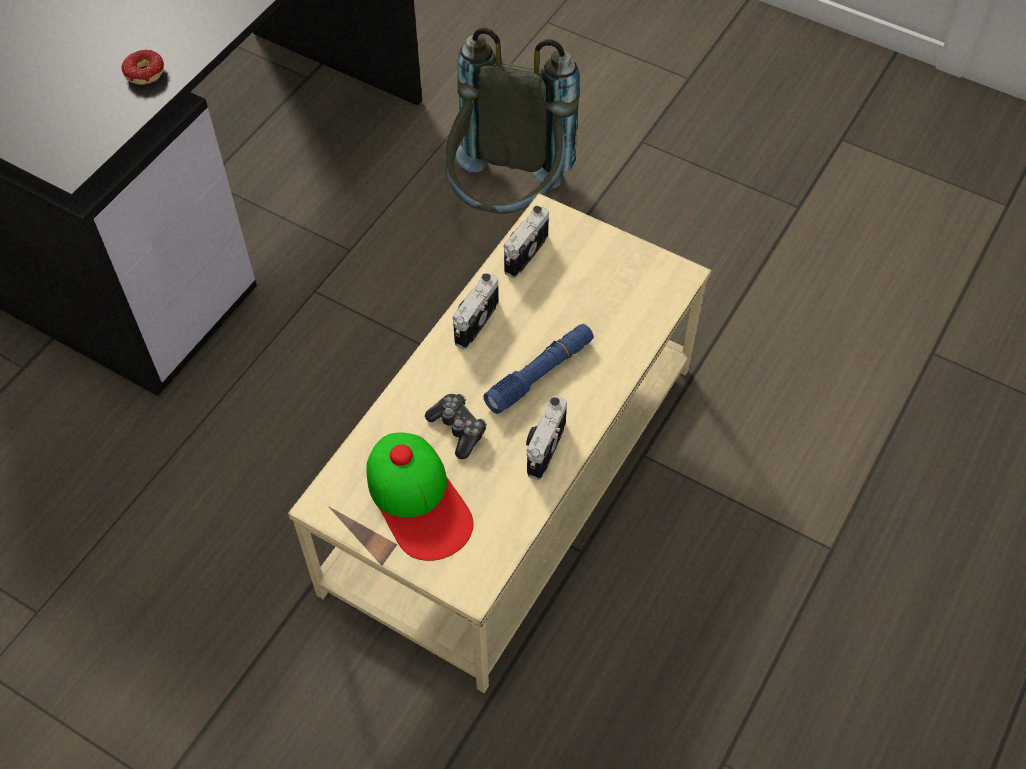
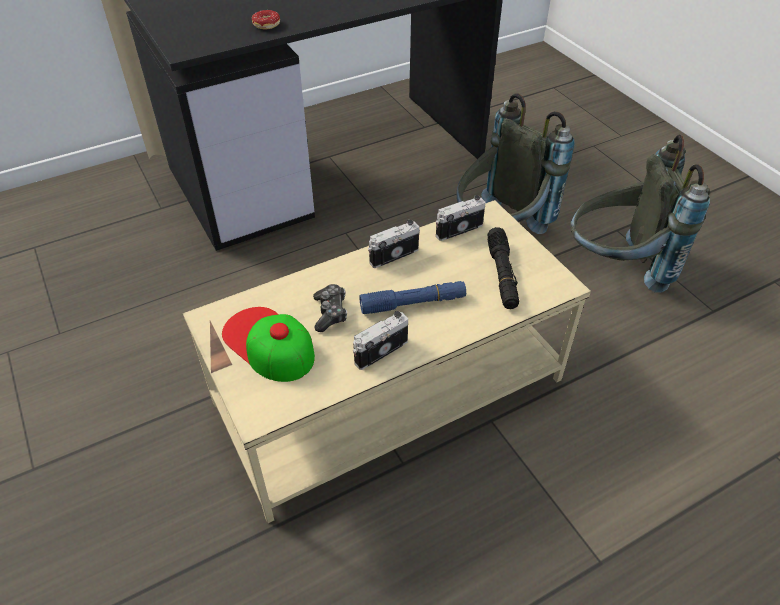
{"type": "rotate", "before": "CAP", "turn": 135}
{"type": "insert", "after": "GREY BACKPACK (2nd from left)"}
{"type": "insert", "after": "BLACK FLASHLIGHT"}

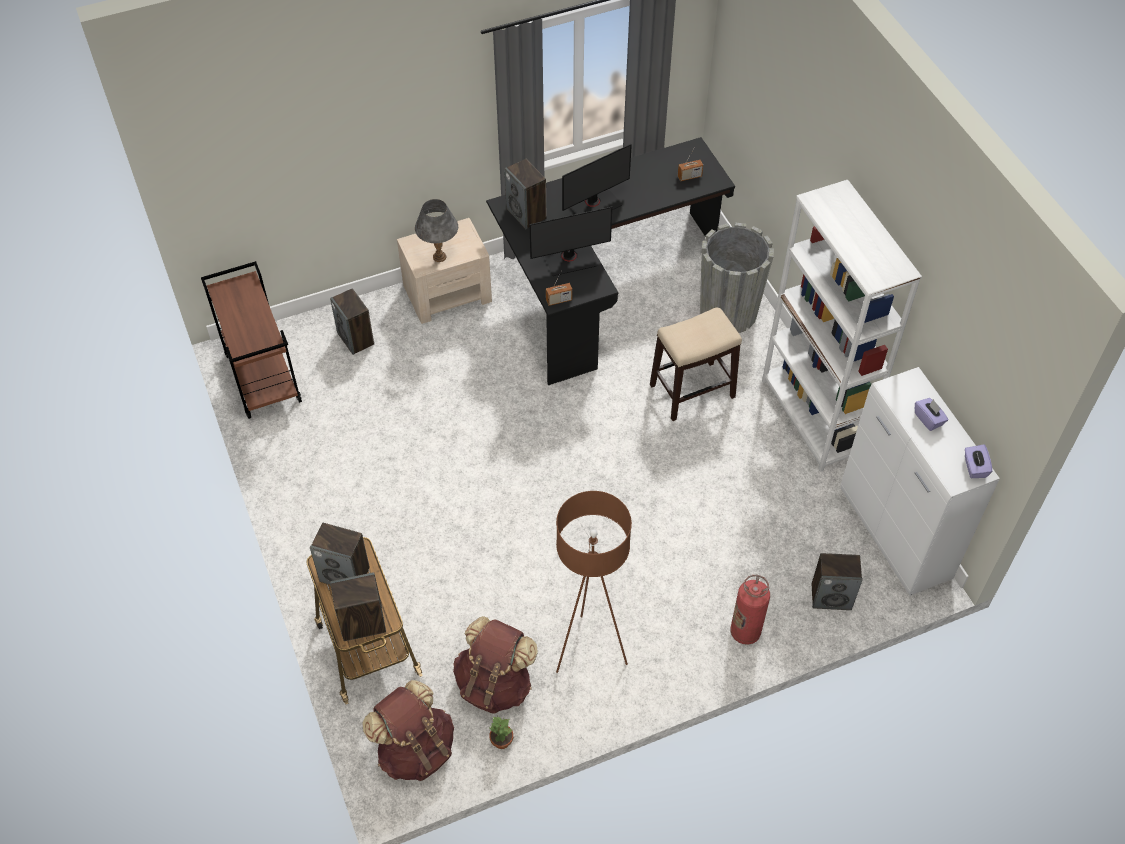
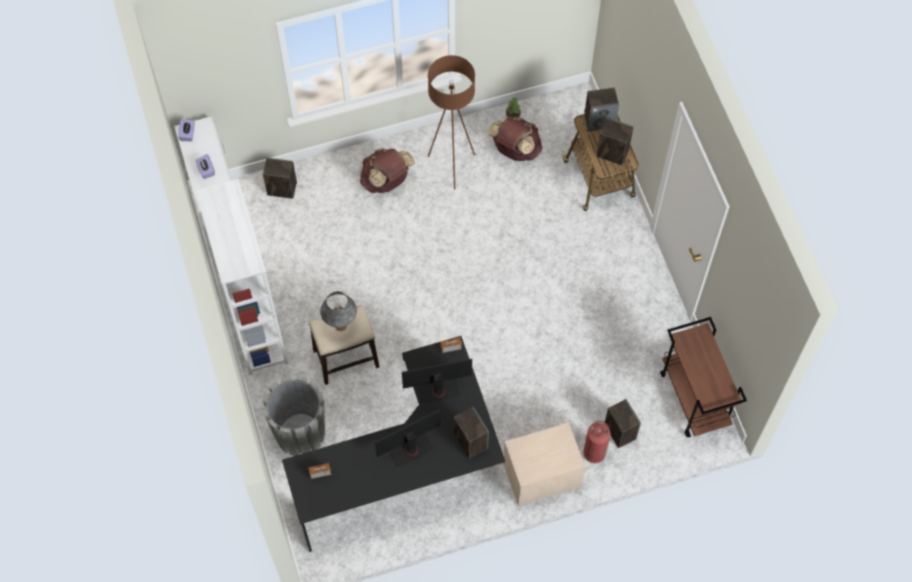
{"type": "move", "before": "GREY TABLE LAMP"}
{"type": "move", "before": "FIRE EXTINGUISHER"}
{"type": "move", "before": "BROWN BACKPACK (1st from left)"}

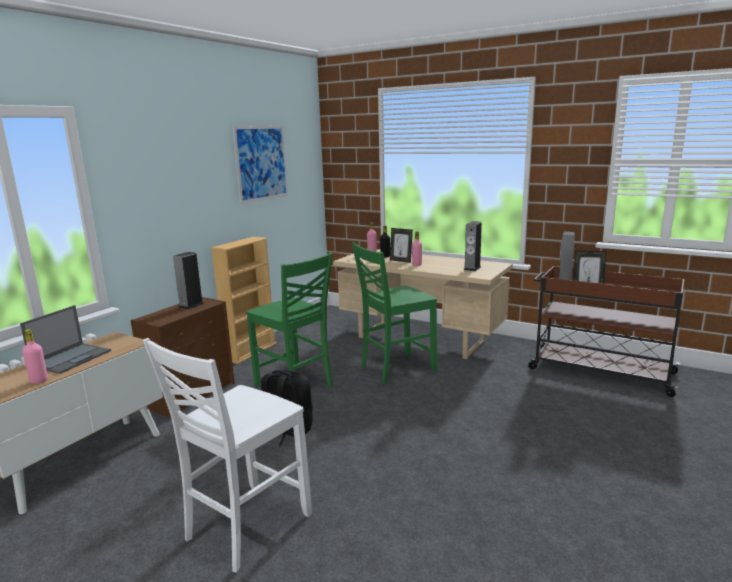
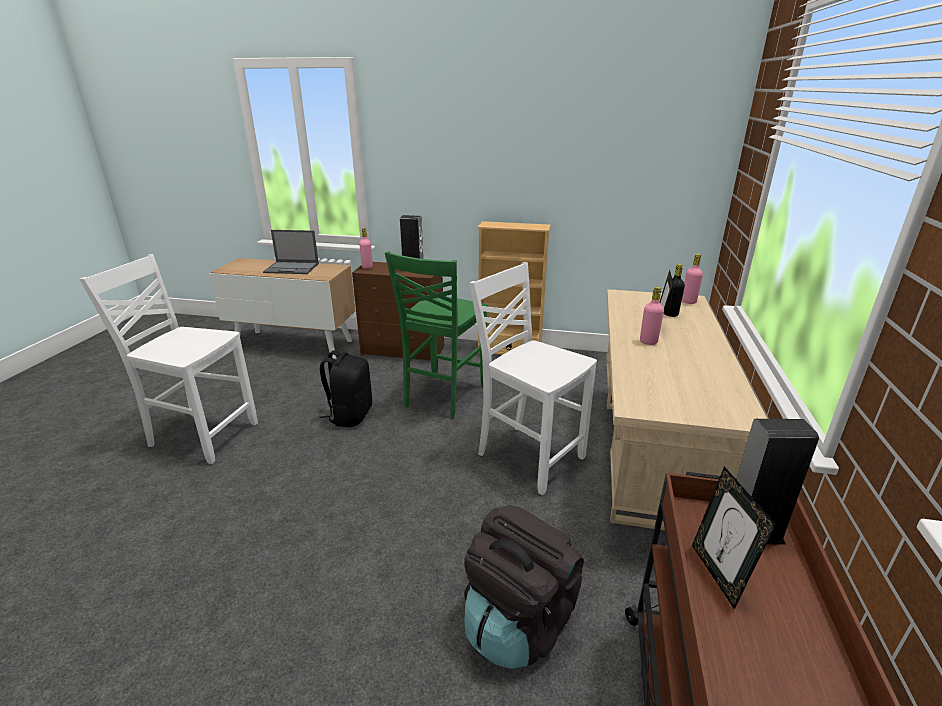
{"type": "delete", "before": "PICTURE"}
{"type": "delete", "before": "SPEAKER (2nd from left)"}
{"type": "recolor", "before": "GREEN CHAIR (2nd from left)", "after": "WHITE CHAIR (2nd from left)"}
{"type": "move", "before": "PINK BOTTLE (1st from left)"}
{"type": "insert", "after": "BLACK BACKPACK (2nd from left)"}

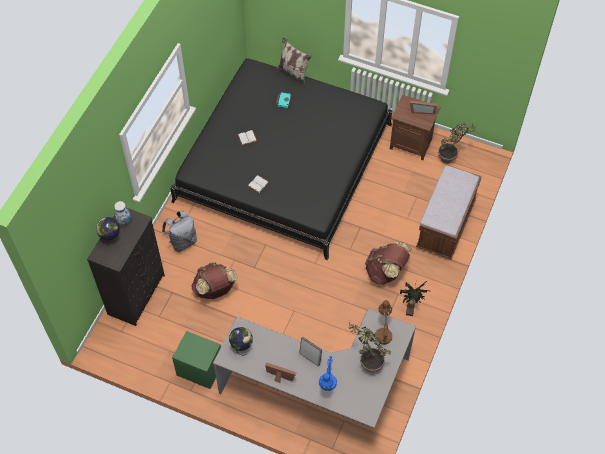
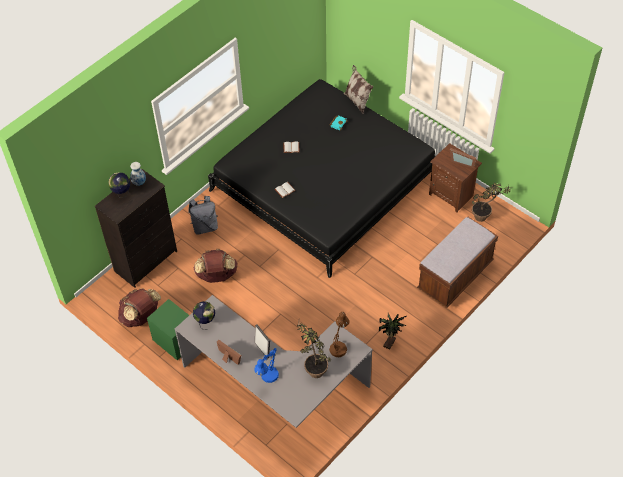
{"type": "move", "before": "BROWN BACKPACK (2nd from left in the first image)", "after": "BROWN BACKPACK (1st from left)"}

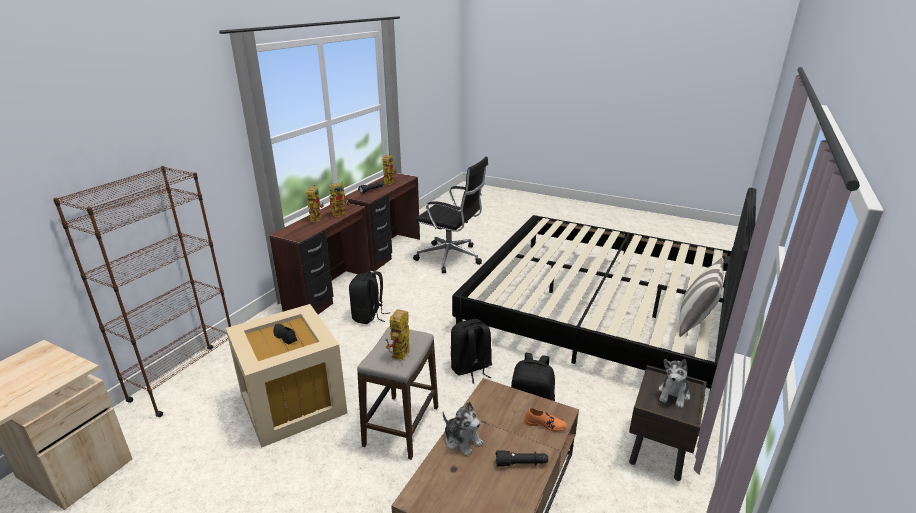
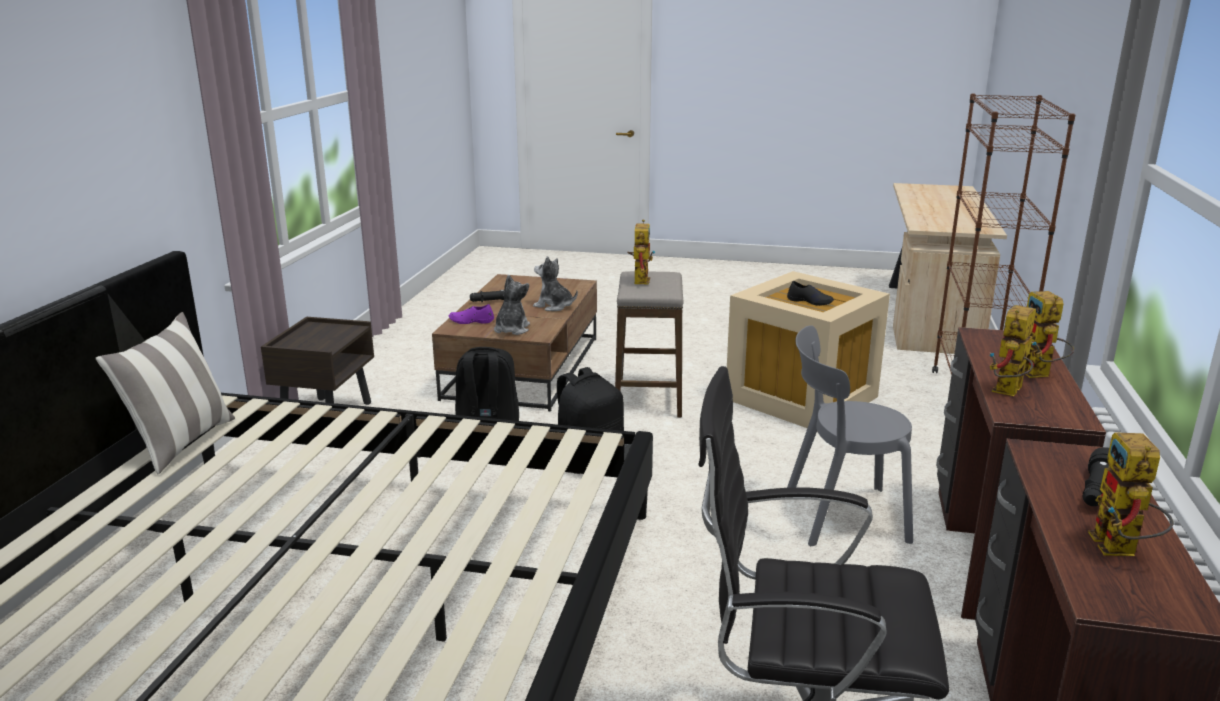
{"type": "replace", "before": "BLACK BACKPACK (1st from left)", "after": "GREY CHAIR"}
{"type": "move", "before": "PLUSH TOY (2nd from left in the first image)", "after": "PLUSH TOY (1st from left)"}
{"type": "recolor", "before": "ORANGE SHOE", "after": "PURPLE SHOE"}

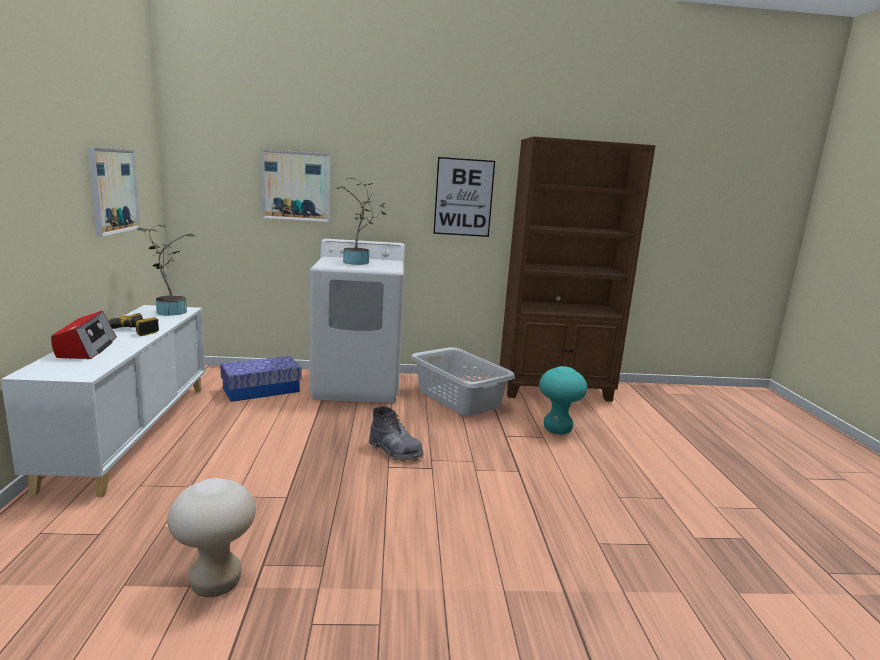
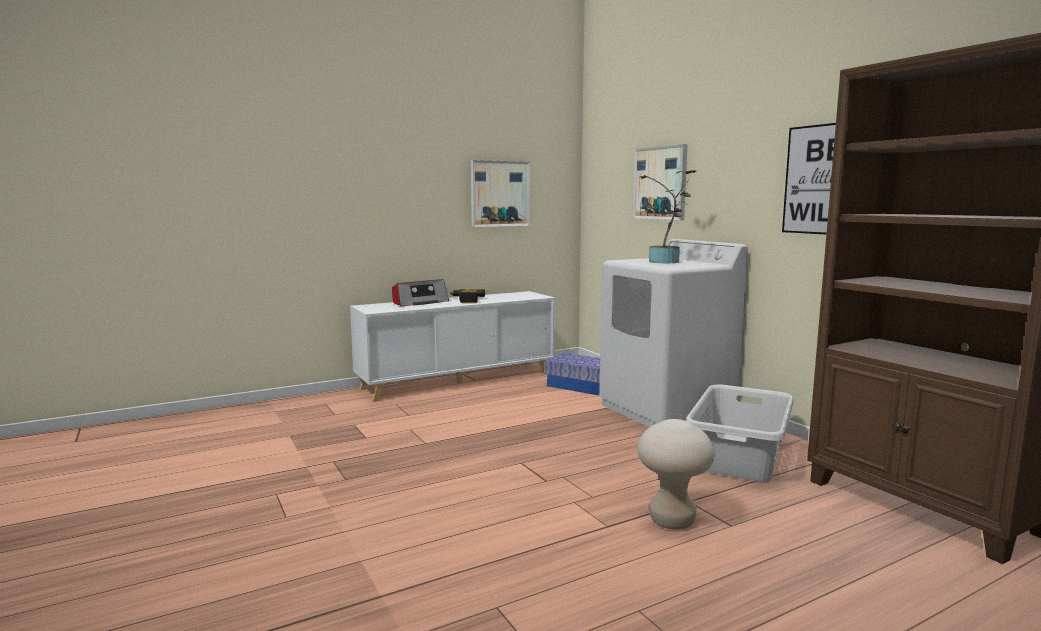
{"type": "delete", "before": "POTTED PLANT (1st from left)"}
{"type": "delete", "before": "TURQUOISE STOOL"}
{"type": "delete", "before": "GREY BOOT"}
{"type": "move", "before": "BEIGE STOOL"}

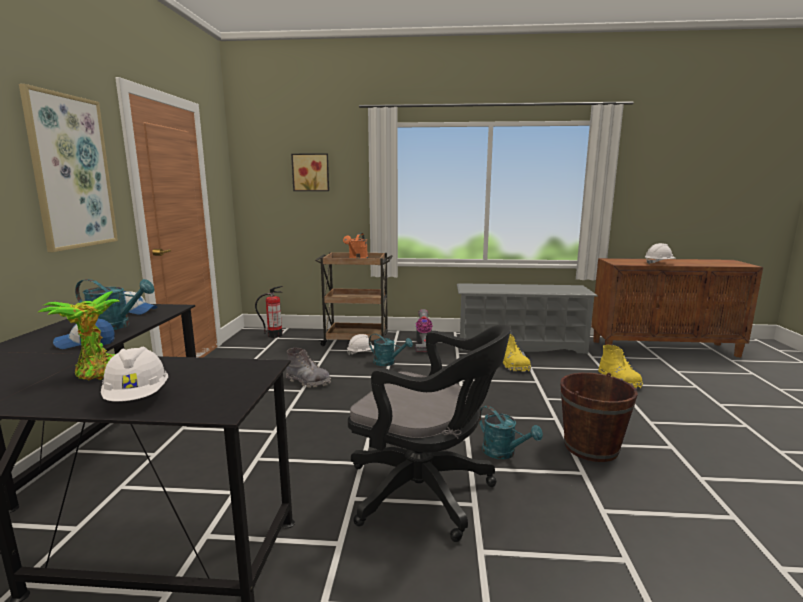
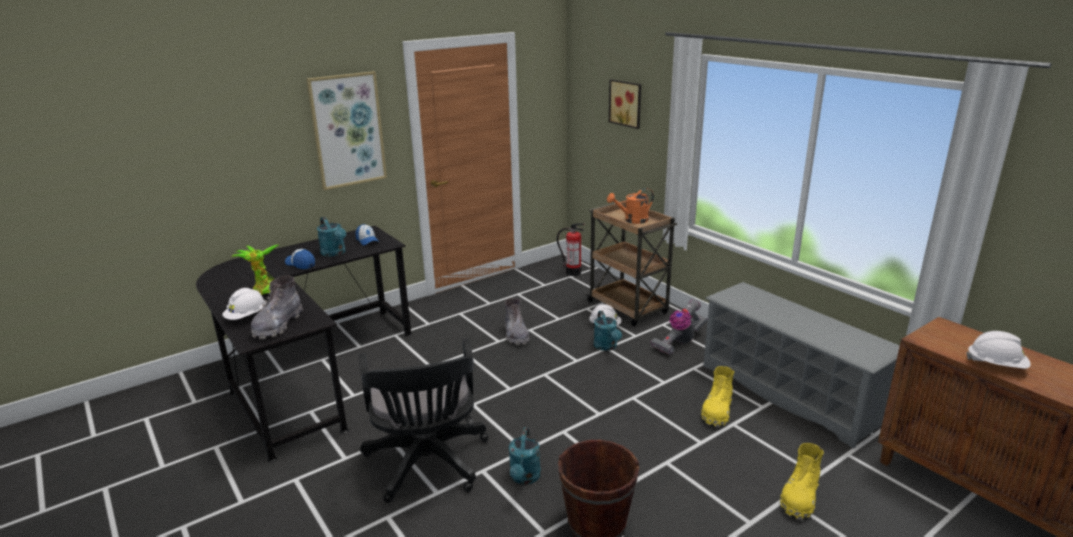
{"type": "insert", "after": "GREY BOOT (1st from left)"}

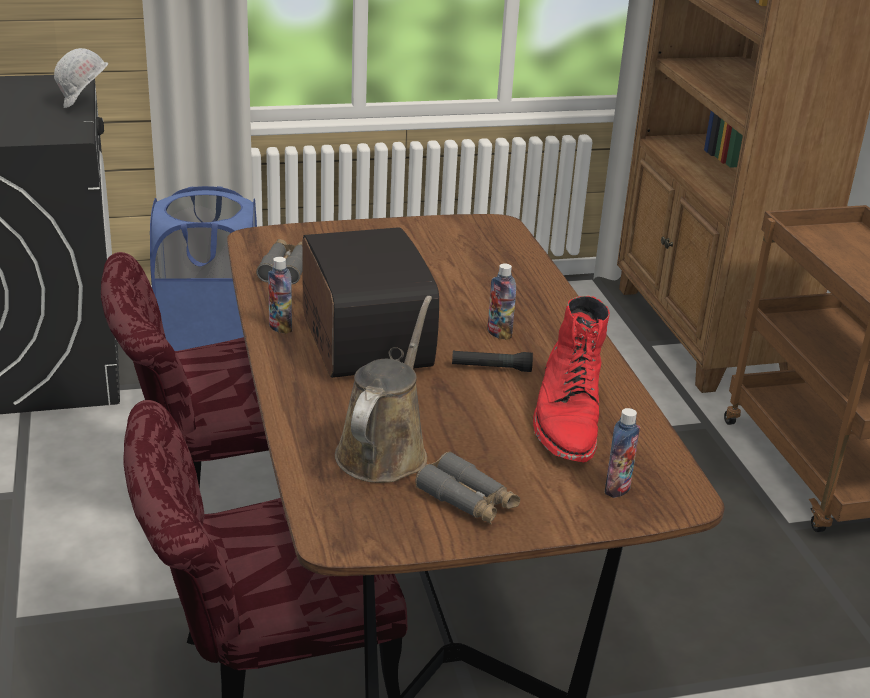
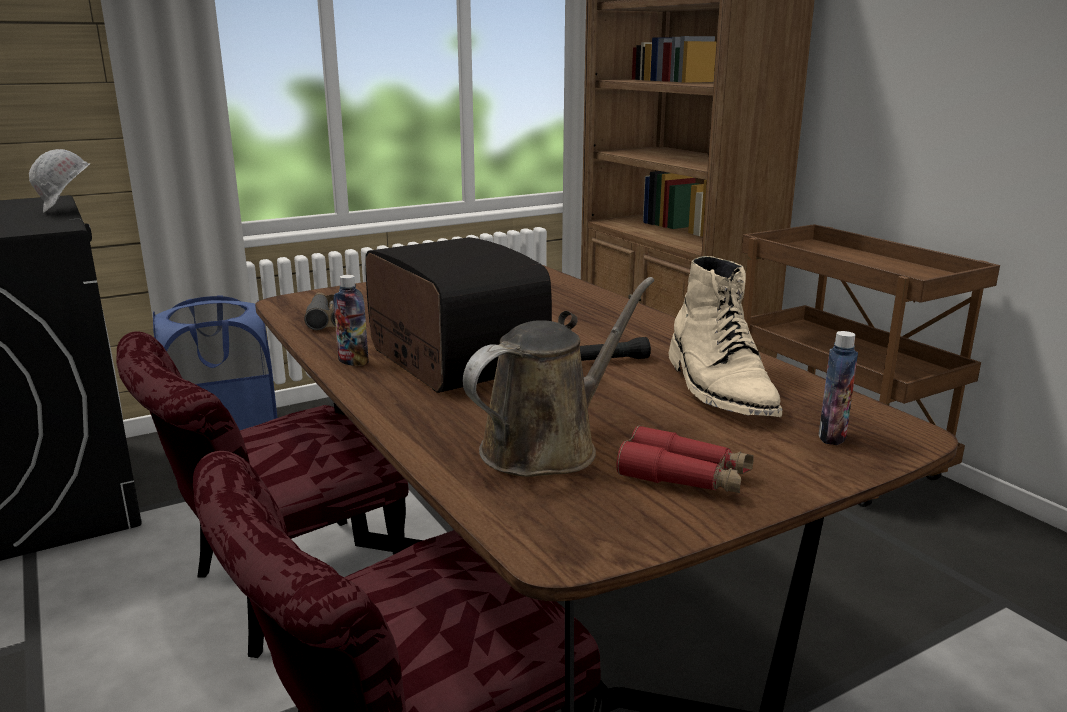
{"type": "delete", "before": "BOTTLE (2nd from left)"}
{"type": "recolor", "before": "RED BOOT", "after": "BEIGE BOOT"}
{"type": "rotate", "before": "BROWN WATERING CAN", "turn": 45}
{"type": "recolor", "before": "GREY BINOCULARS (2nd from left)", "after": "RED BINOCULARS"}

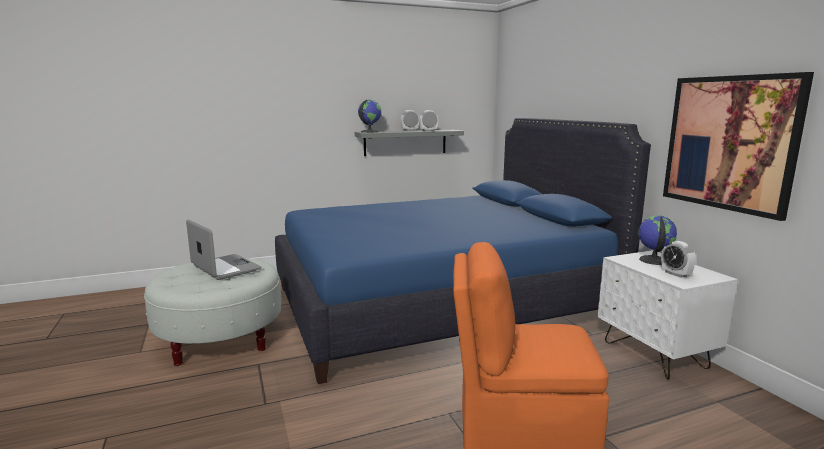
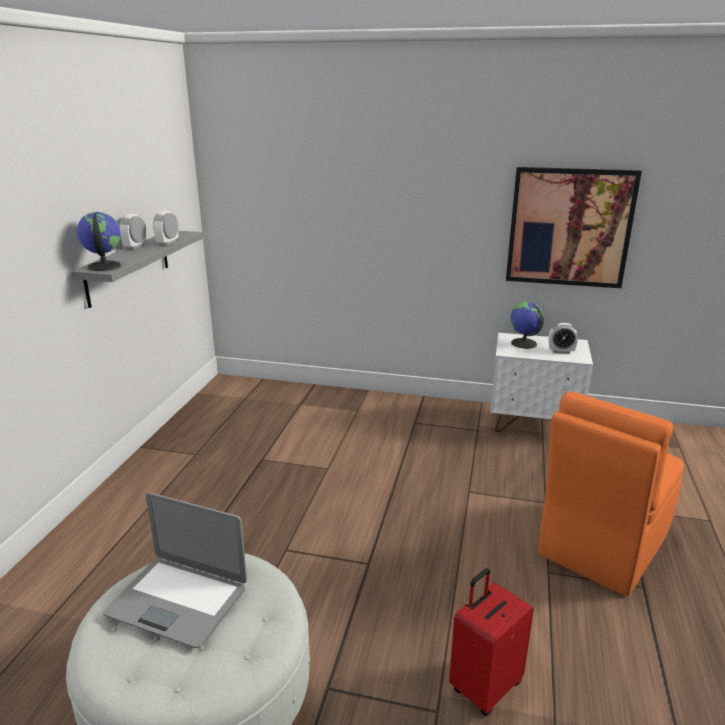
{"type": "delete", "before": "BLUE BED"}
{"type": "rotate", "before": "LAPTOP", "turn": -150}
{"type": "insert", "after": "RED SUITCASE"}

